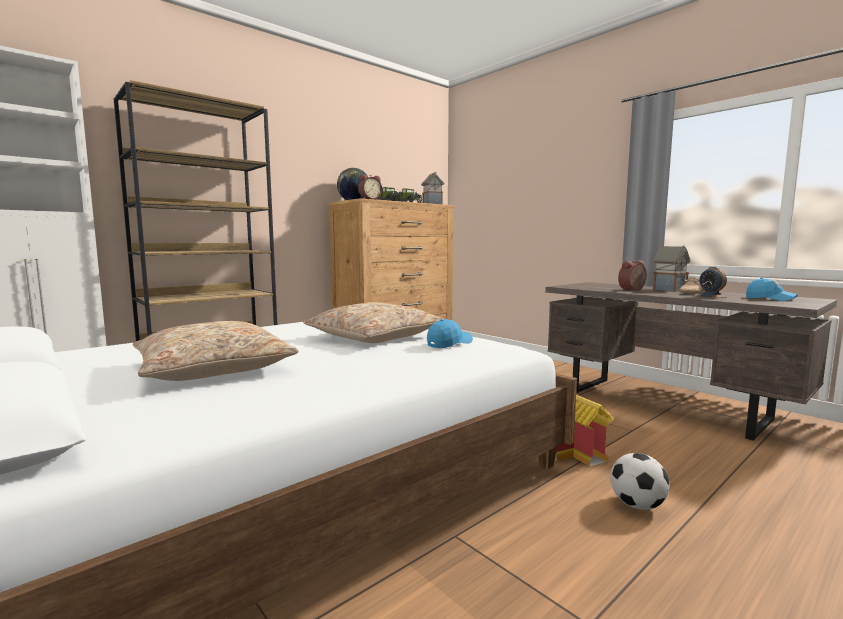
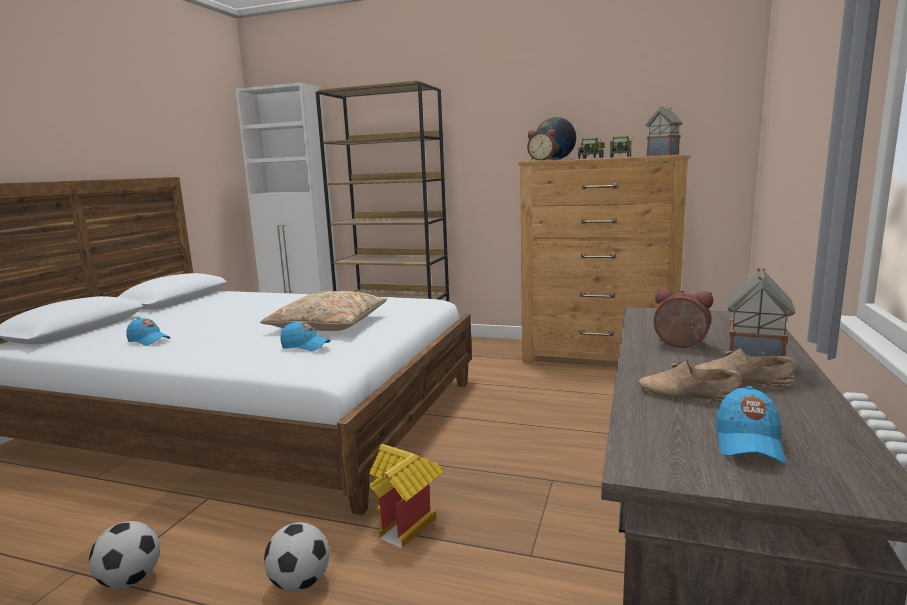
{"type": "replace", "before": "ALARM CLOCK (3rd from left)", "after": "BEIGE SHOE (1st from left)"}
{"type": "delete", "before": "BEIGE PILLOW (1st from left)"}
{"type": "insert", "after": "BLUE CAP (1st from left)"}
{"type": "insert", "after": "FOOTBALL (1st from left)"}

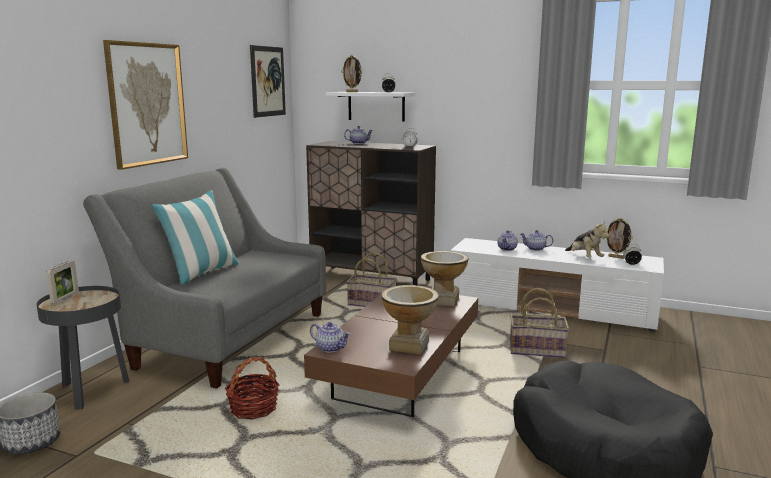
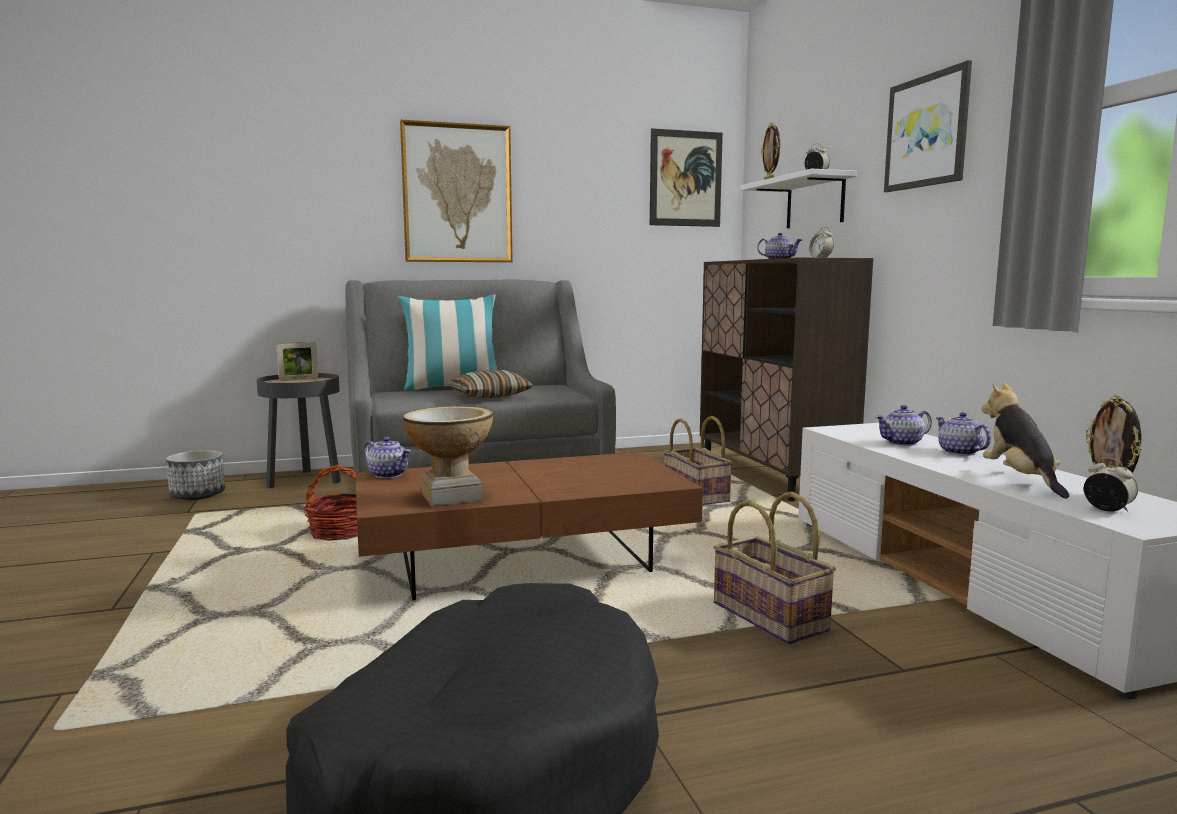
{"type": "rotate", "before": "PLUSH TOY", "turn": 150}
{"type": "delete", "before": "VASE (2nd from left)"}
{"type": "rotate", "before": "TEAPOT (1st from left)", "turn": -45}
{"type": "insert", "after": "PICTURE (3rd from left)"}
{"type": "insert", "after": "PILLOW (2nd from left)"}

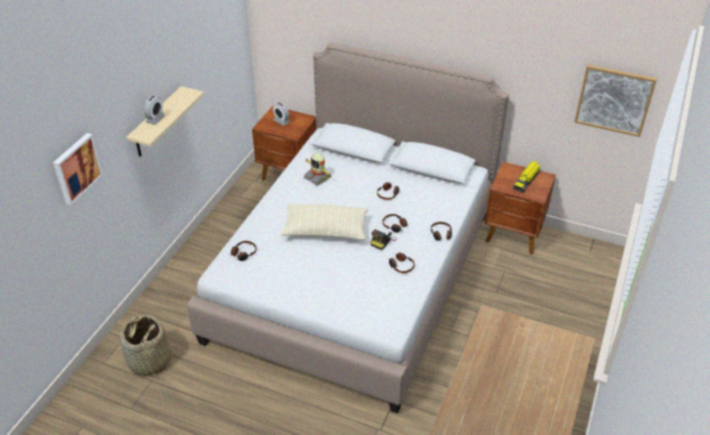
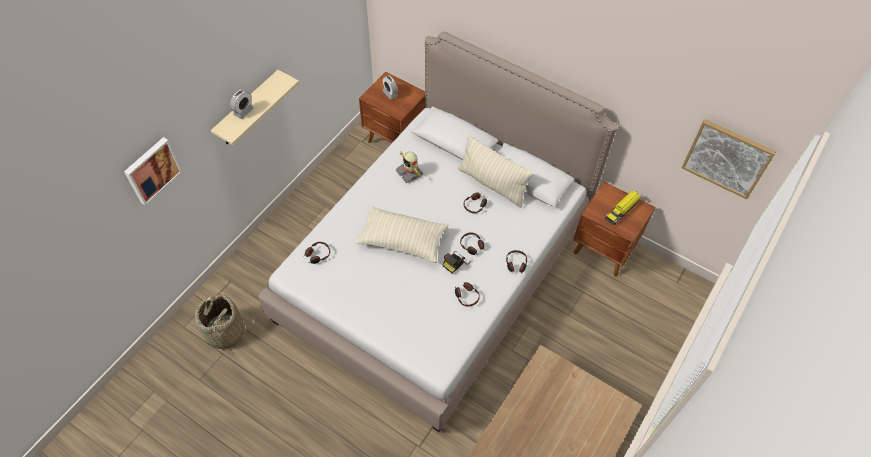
{"type": "insert", "after": "BEIGE PILLOW (2nd from left)"}

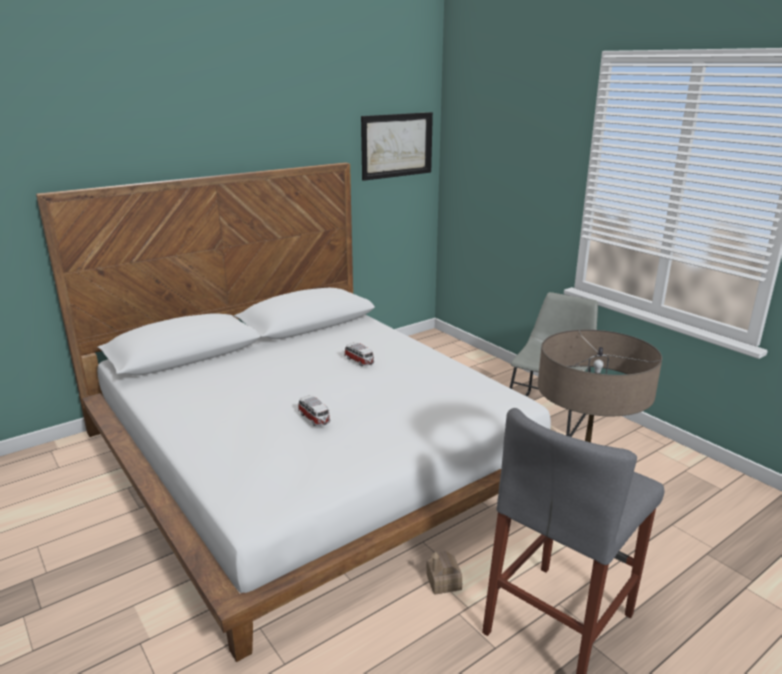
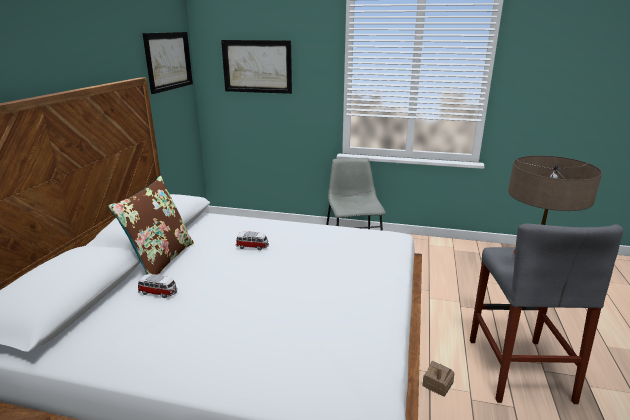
{"type": "move", "before": "TOY CAR (1st from left)"}
{"type": "insert", "after": "PICTURE (2nd from left)"}
{"type": "insert", "after": "BROWN PILLOW"}

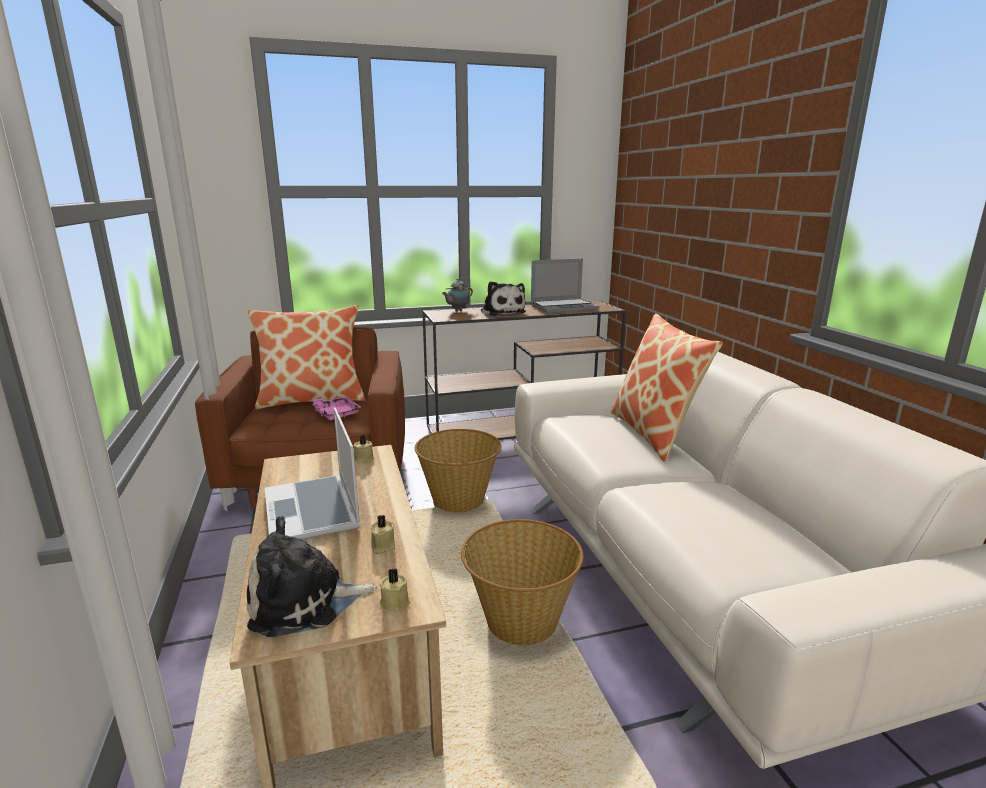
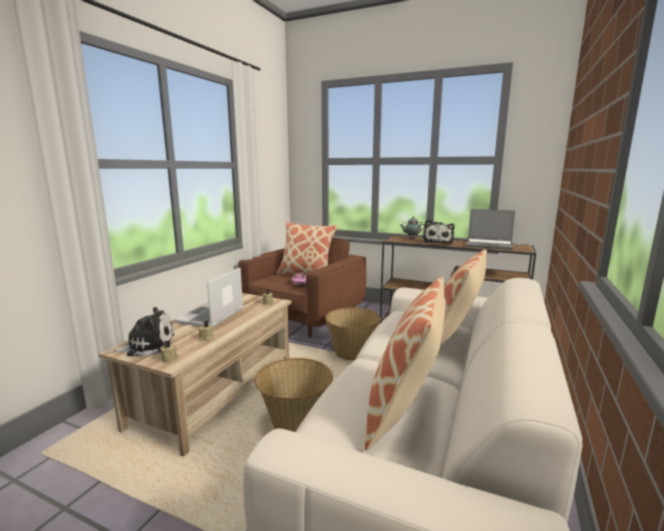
{"type": "rotate", "before": "PLUSH TOY (1st from left)", "turn": 135}
{"type": "insert", "after": "PILLOW (2nd from left)"}

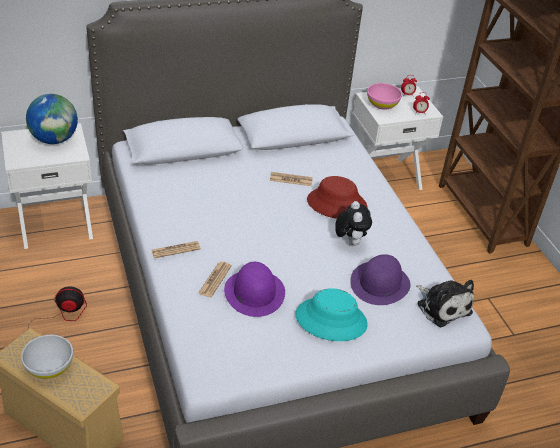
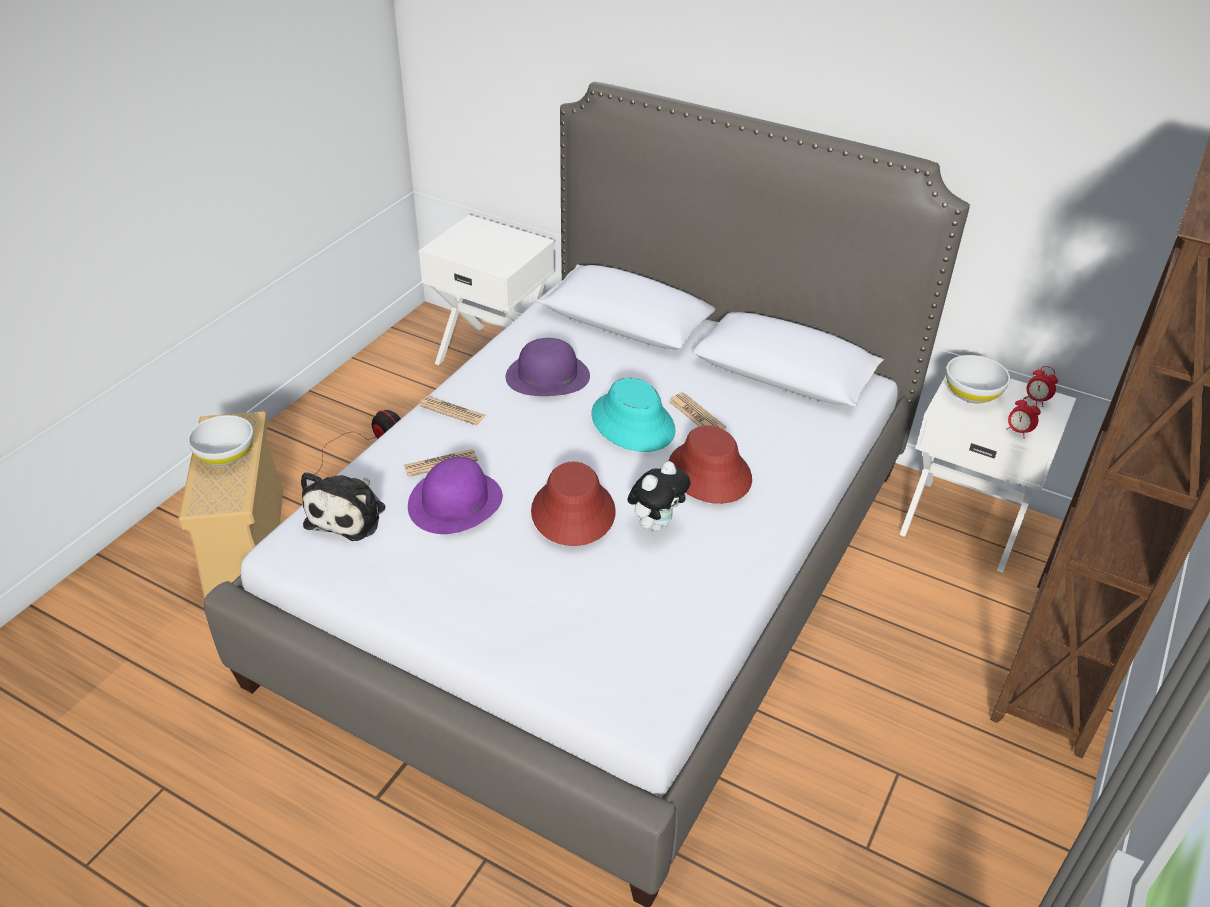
{"type": "recolor", "before": "PINK BOWL", "after": "WHITE BOWL (2nd from left)"}
{"type": "delete", "before": "GLOBE"}
{"type": "move", "before": "PURPLE HAT (2nd from left)"}
{"type": "move", "before": "PLUSH TOY (2nd from left in the first image)", "after": "PLUSH TOY (1st from left)"}
{"type": "move", "before": "TURQUOISE HAT"}
{"type": "insert", "after": "RED HAT (1st from left)"}

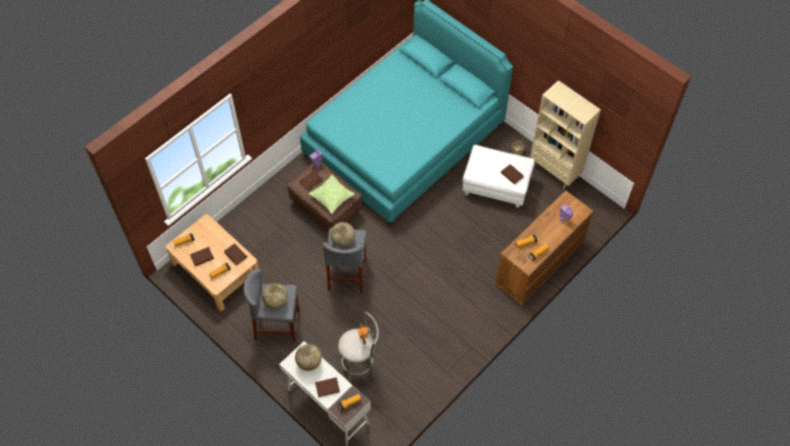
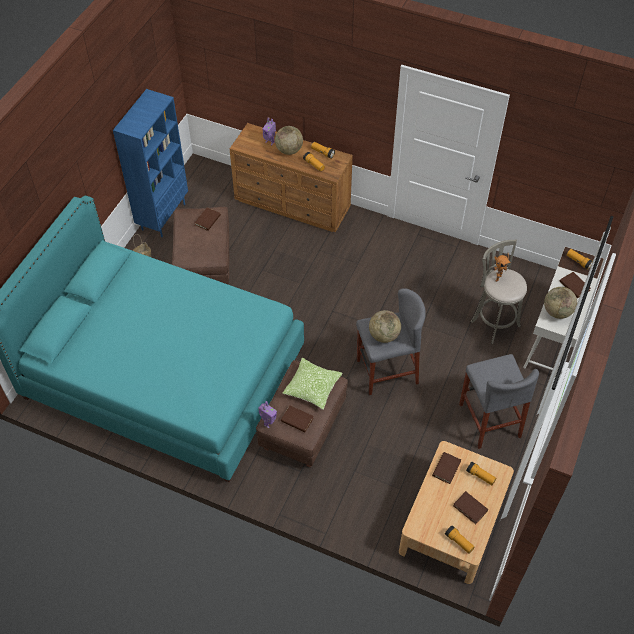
{"type": "recolor", "before": "BEIGE BOOKCASE", "after": "BLUE BOOKCASE"}
{"type": "recolor", "before": "WHITE OTTOMAN", "after": "BROWN OTTOMAN (1st from left)"}
{"type": "move", "before": "GLOBE (1st from left)"}

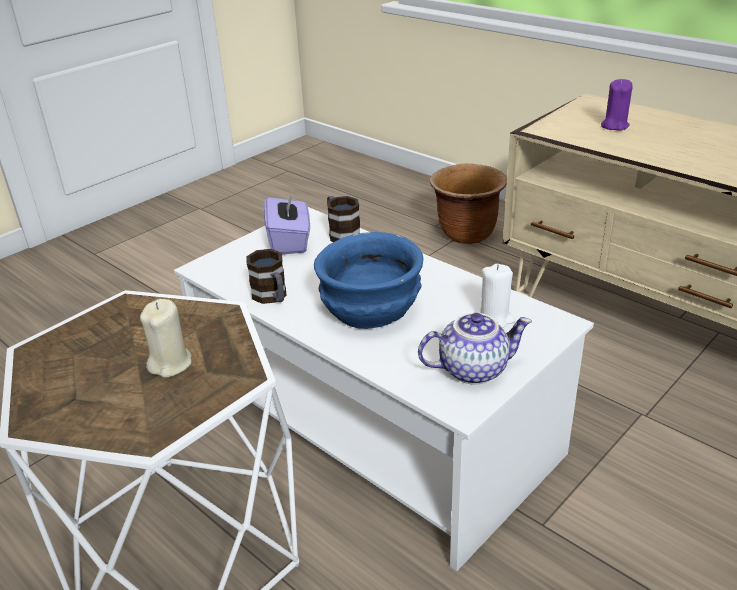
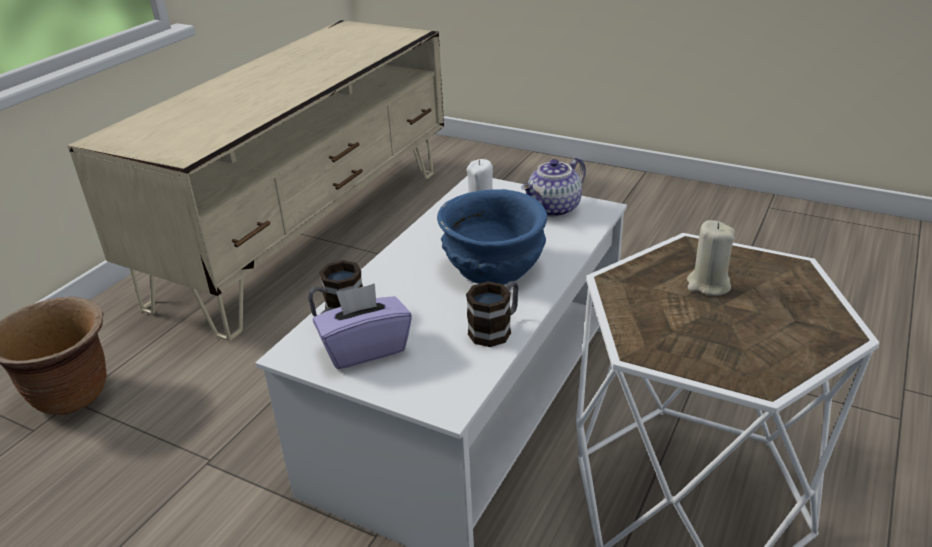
{"type": "delete", "before": "PURPLE CANDLE"}
{"type": "rotate", "before": "TEAPOT", "turn": -105}

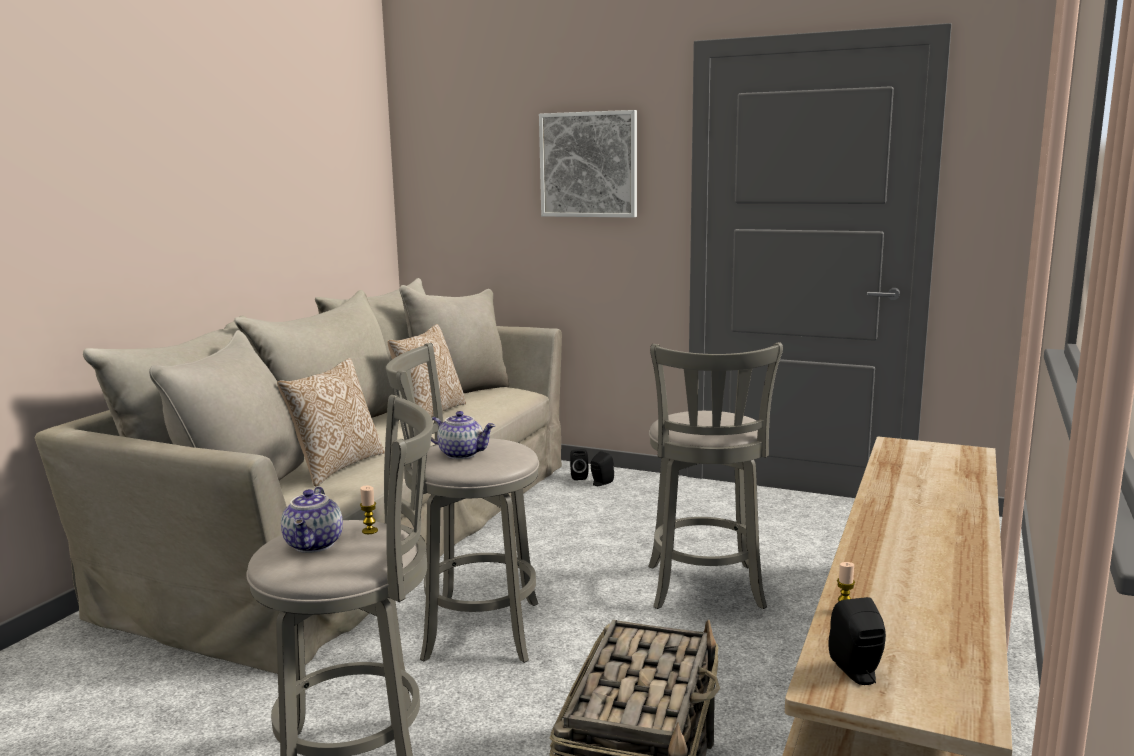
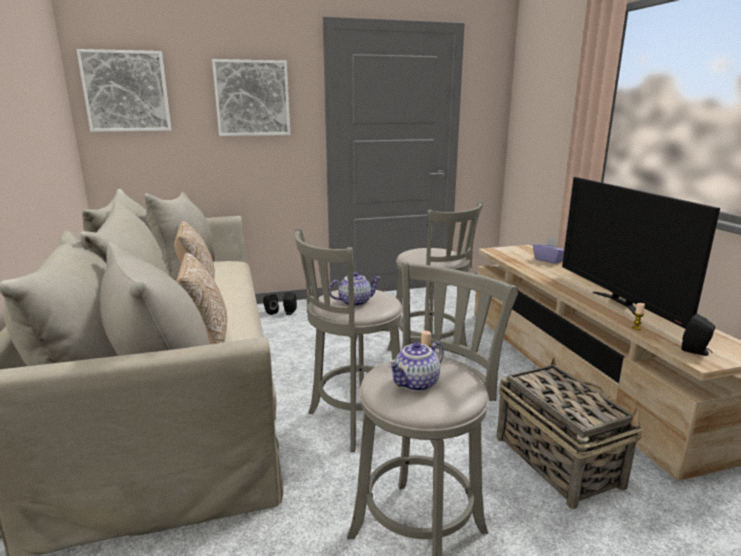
{"type": "rotate", "before": "TEAPOT (1st from left in the first image)", "turn": 90}
{"type": "insert", "after": "PICTURE (1st from left)"}
{"type": "insert", "after": "TELEVISION"}
{"type": "insert", "after": "PURPLE TISSUE BOX"}

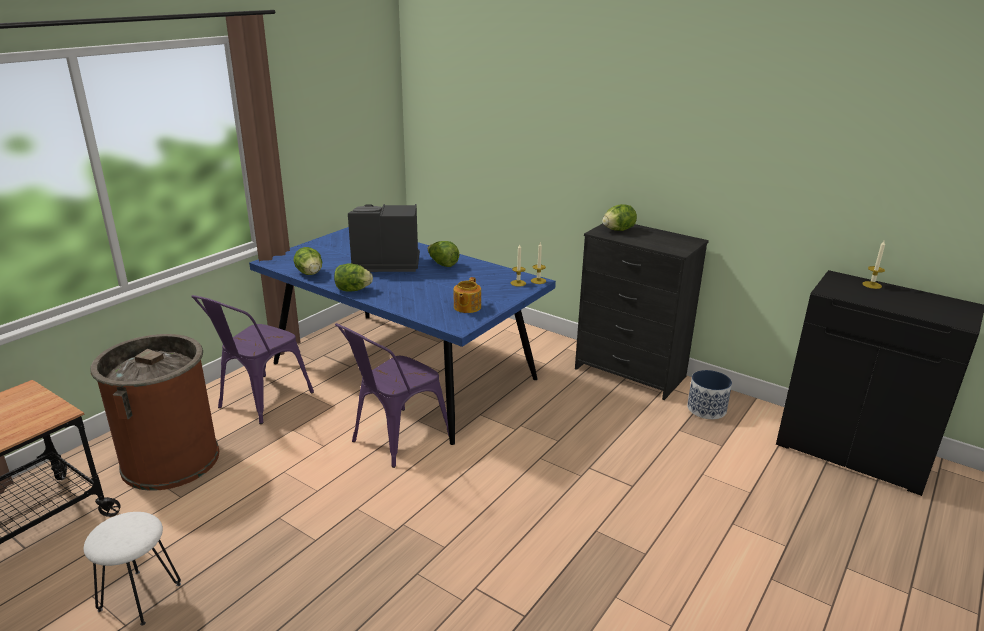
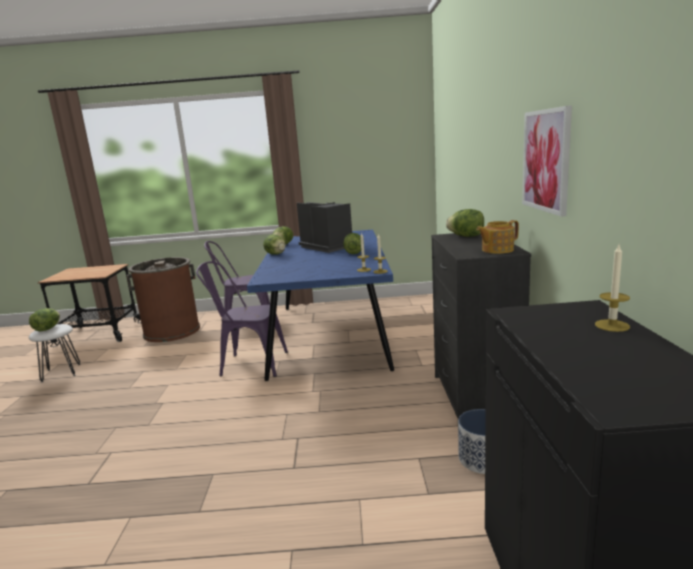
{"type": "move", "before": "TEAPOT"}
{"type": "insert", "after": "PICTURE"}
{"type": "insert", "after": "LETTUCE (1st from left)"}

